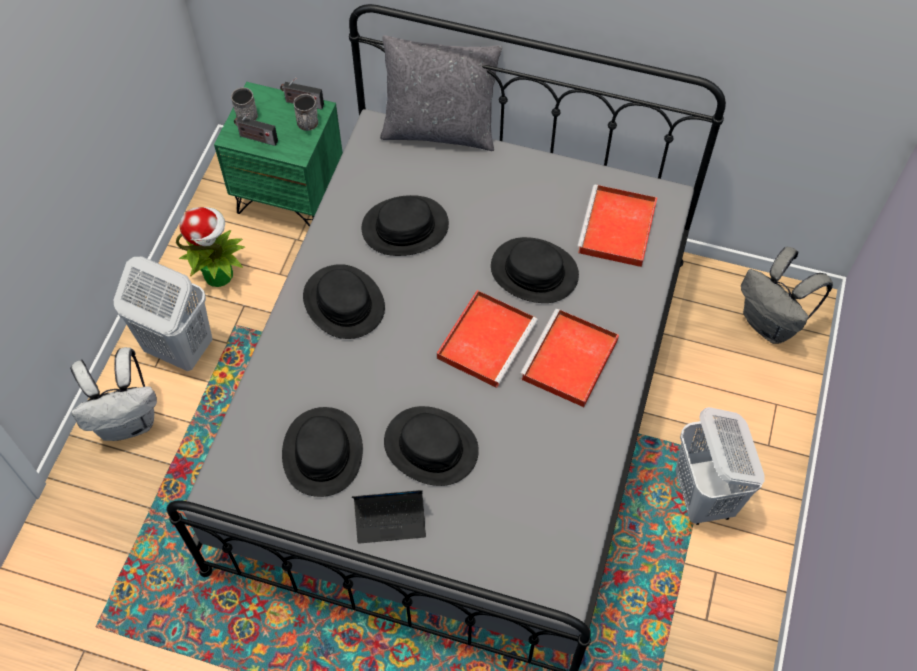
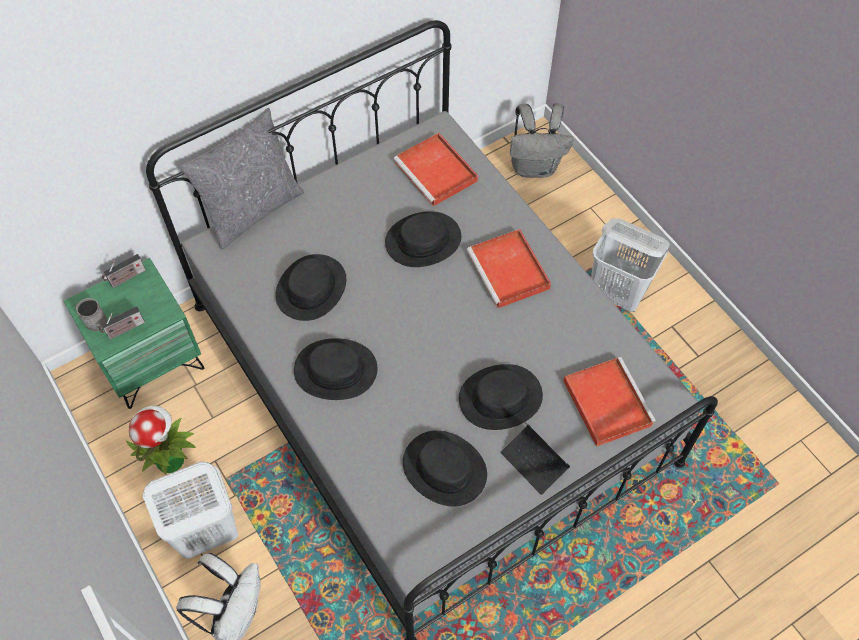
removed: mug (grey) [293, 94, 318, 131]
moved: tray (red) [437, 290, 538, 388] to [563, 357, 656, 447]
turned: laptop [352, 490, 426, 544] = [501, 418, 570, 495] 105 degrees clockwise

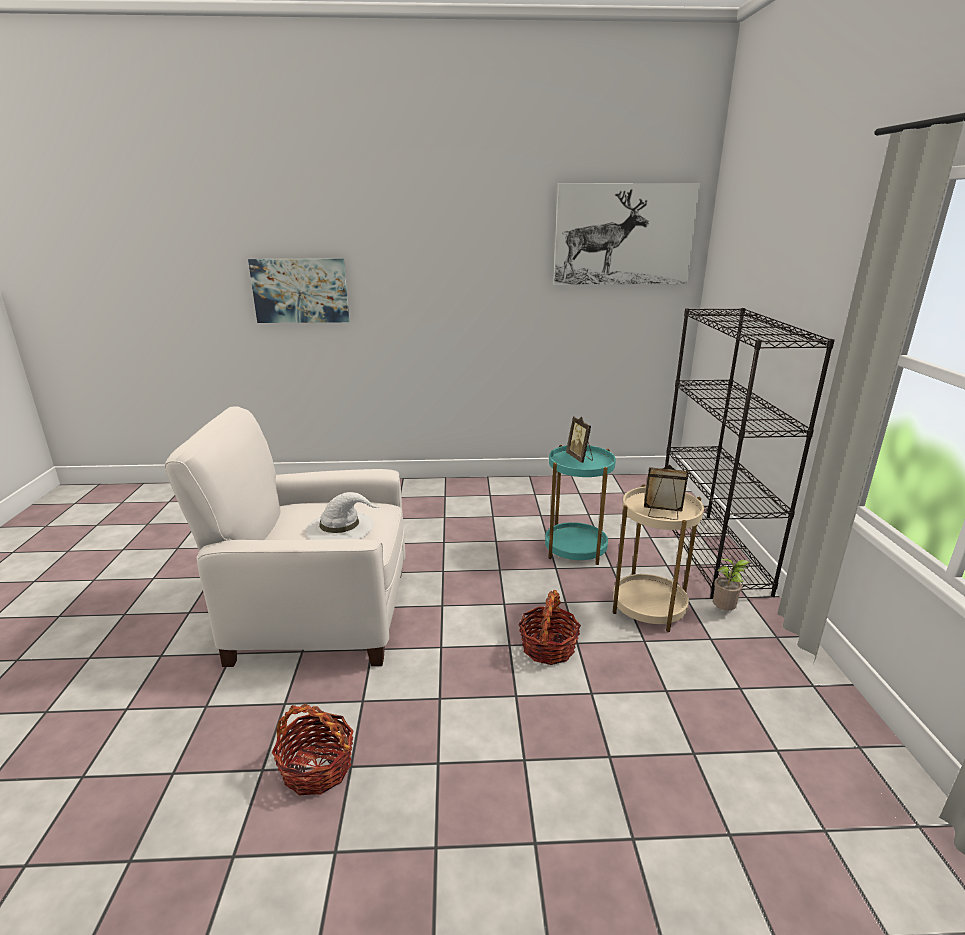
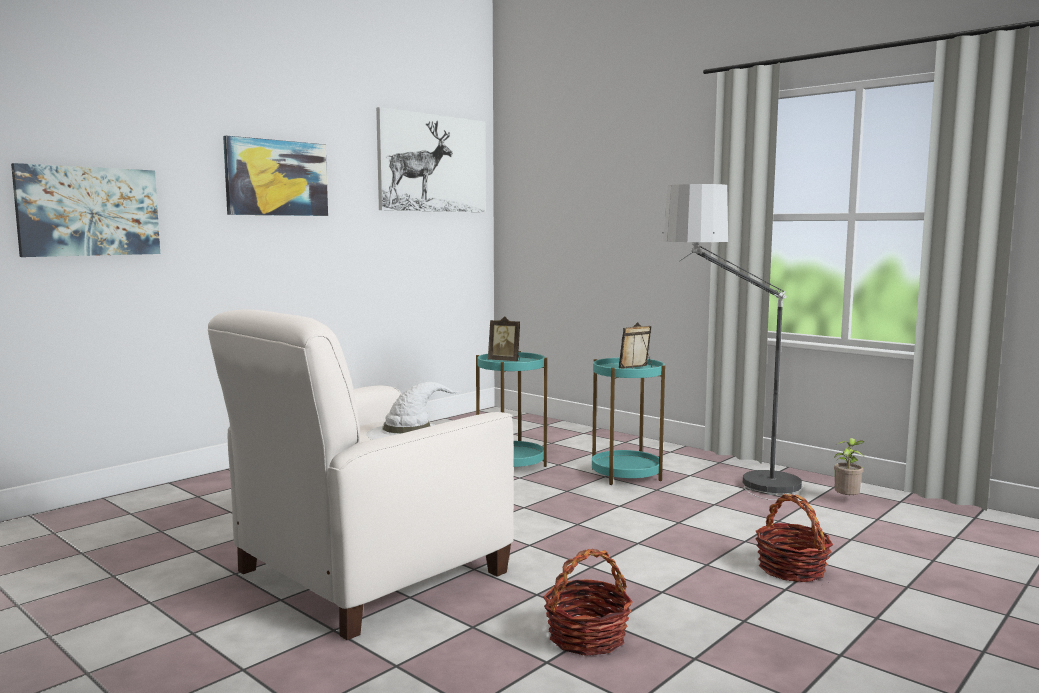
removed: bookcase (black) [665, 308, 835, 599]
added: picture [223, 136, 328, 216]; floor lamp [662, 184, 804, 500]
moved: basket [518, 590, 581, 665] to [756, 494, 833, 582]; potted plant [713, 559, 750, 610] to [834, 438, 865, 496]
recoloured: side table (beige) [612, 484, 704, 632] to side table (turquoise) [592, 358, 665, 485]

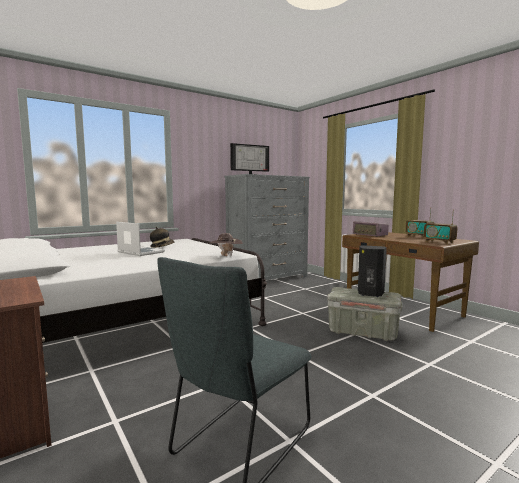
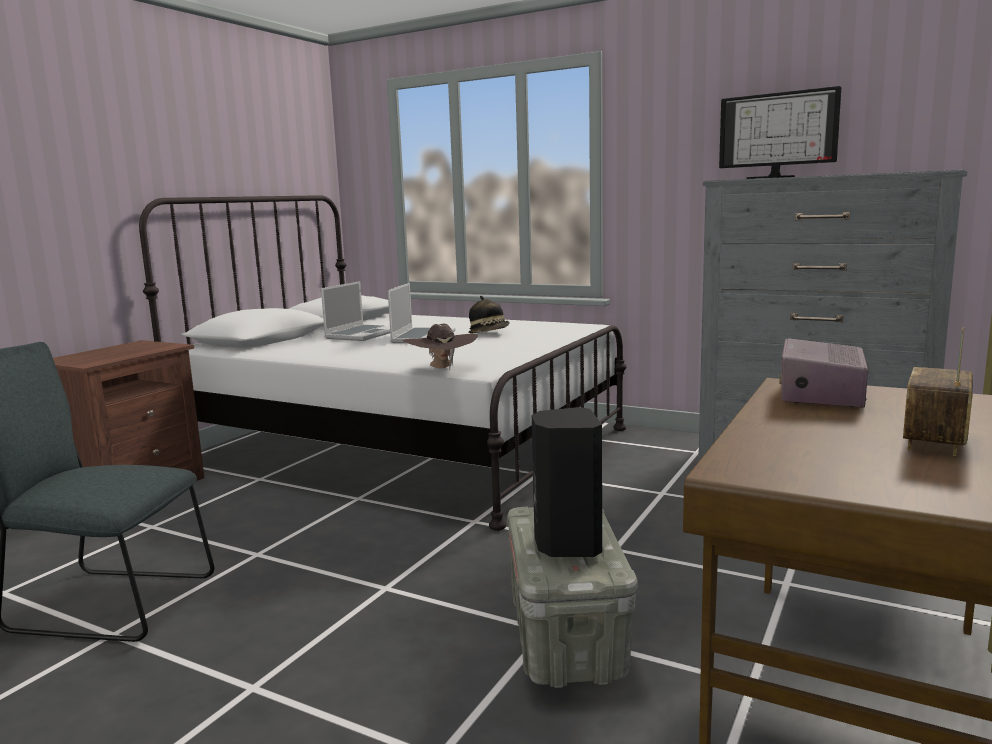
removed: radio [424, 209, 458, 244]
added: laptop [321, 281, 390, 341]

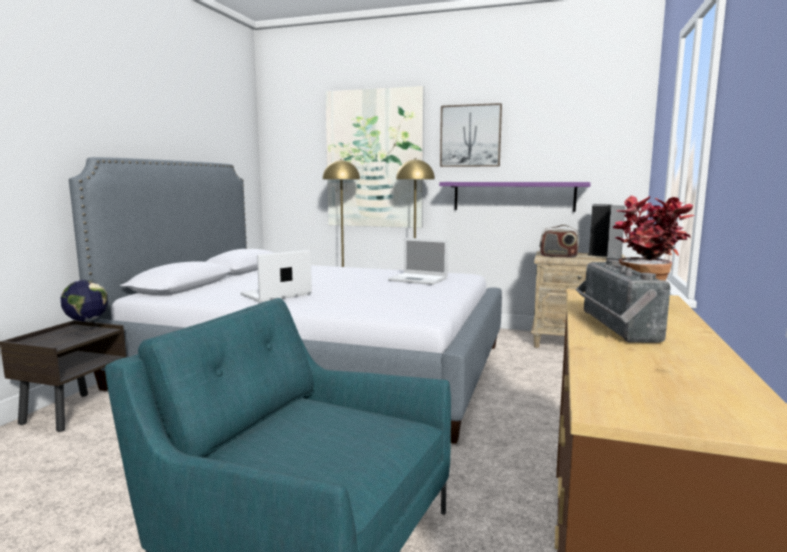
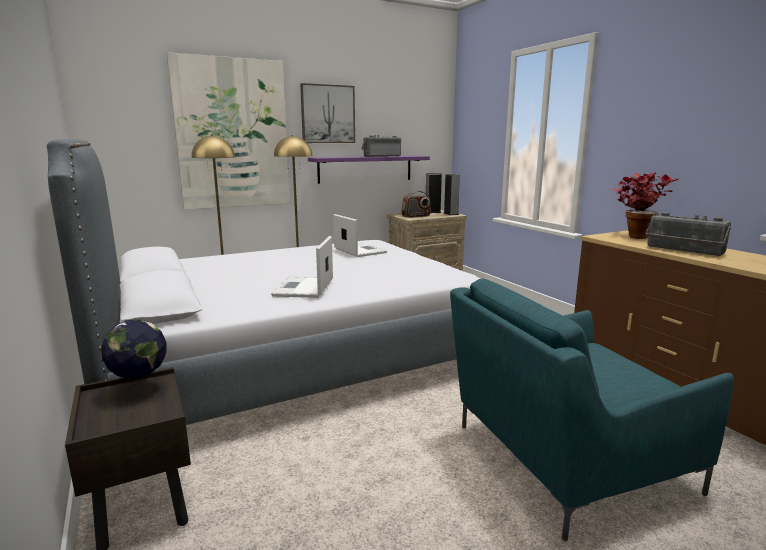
added: radio [361, 135, 401, 157]
turned: laptop [388, 238, 448, 285] = [333, 214, 387, 257] 105 degrees counterclockwise

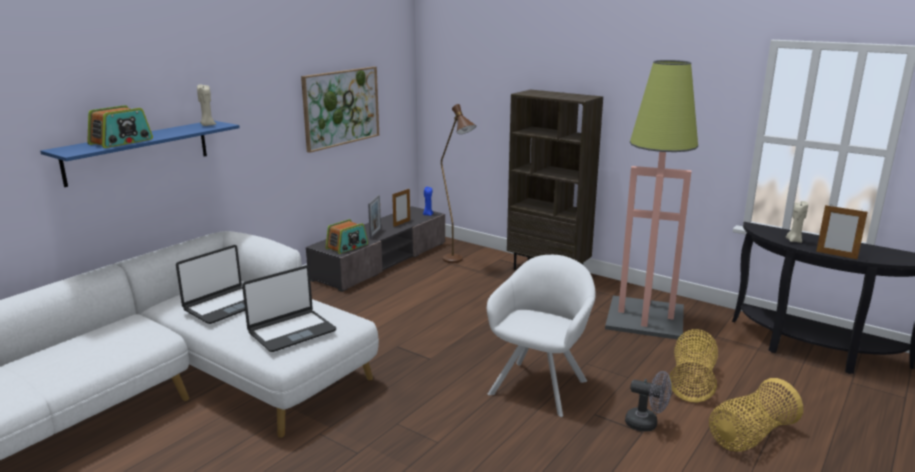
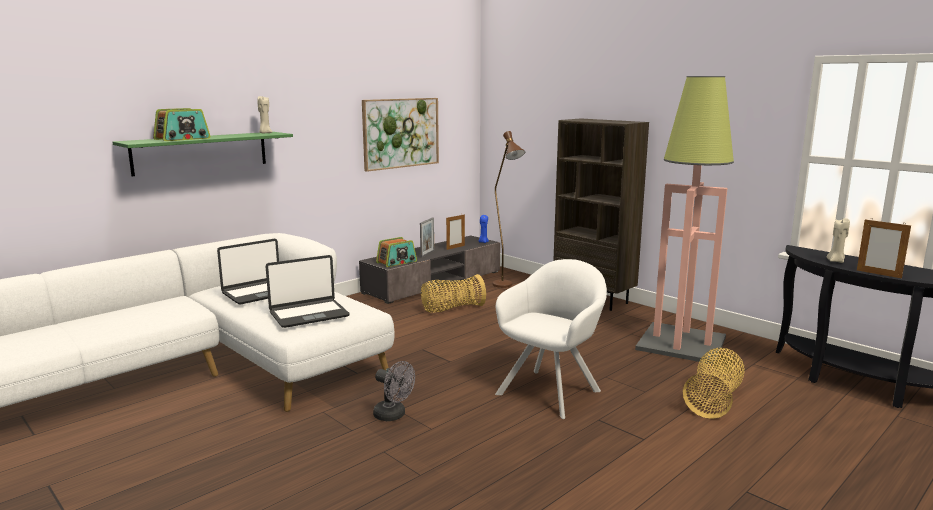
moved: fan (grey) [625, 371, 672, 432] to [373, 361, 415, 421]; basket [709, 378, 803, 452] to [421, 274, 486, 313]
recoloured: shelf (blue) [40, 121, 240, 187] to shelf (green) [113, 132, 293, 176]

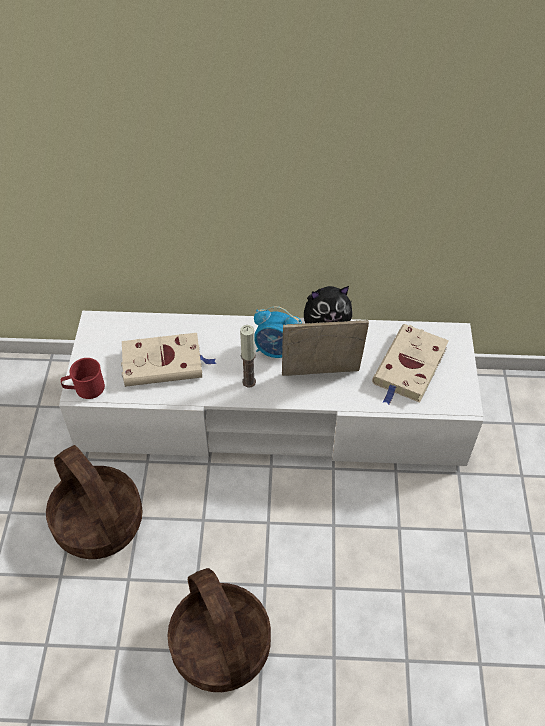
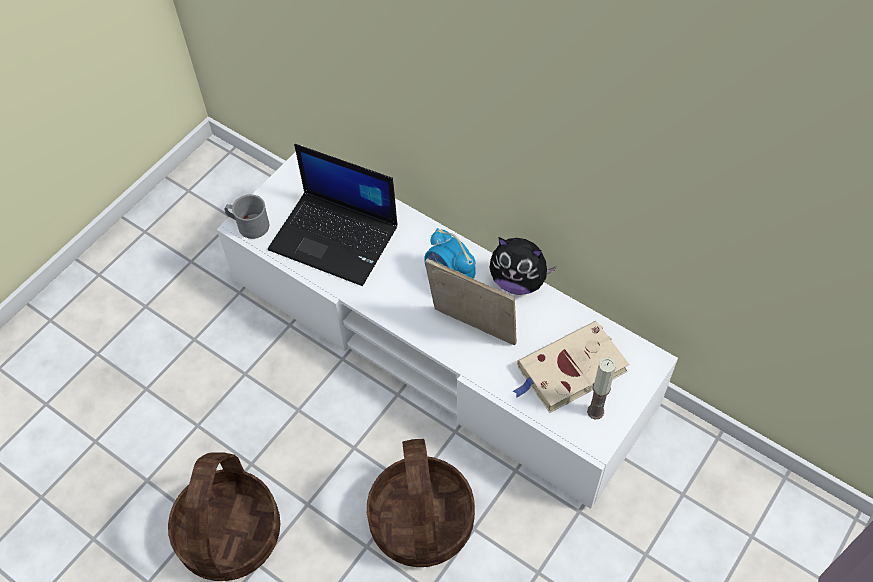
moved: basket [46, 445, 143, 559] to [367, 439, 475, 567]; candle [240, 325, 256, 388] to [587, 357, 616, 420]
replaced: book (beige) [121, 333, 217, 387] to laptop [268, 144, 398, 286]
recoloured: mug (red) [61, 358, 105, 399] to mug (grey) [224, 194, 269, 239]

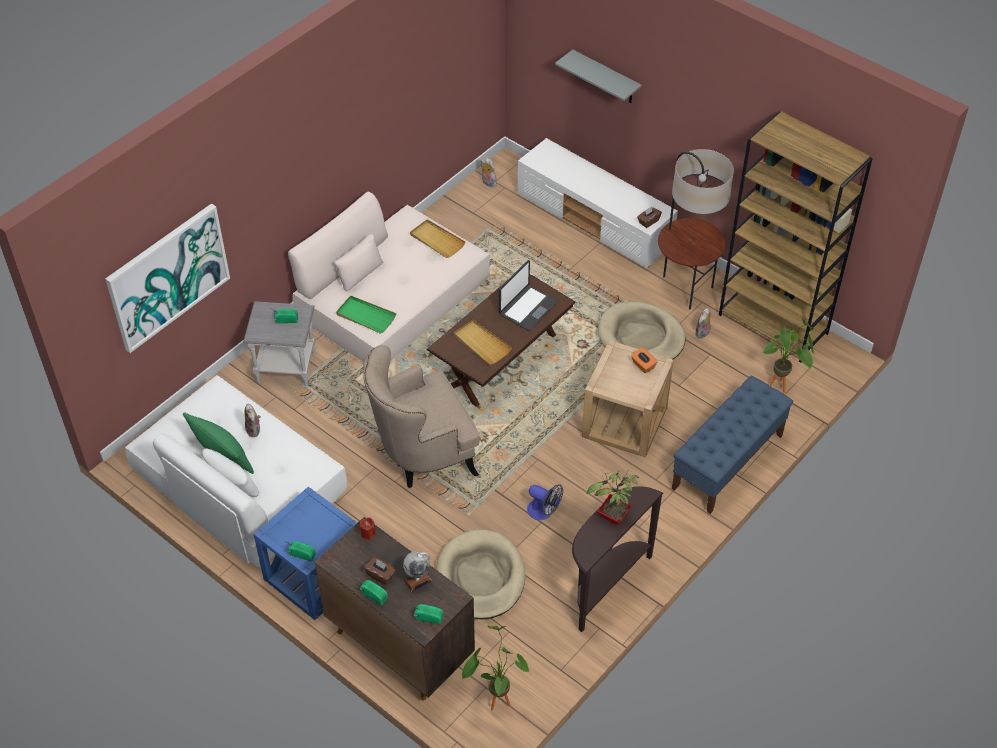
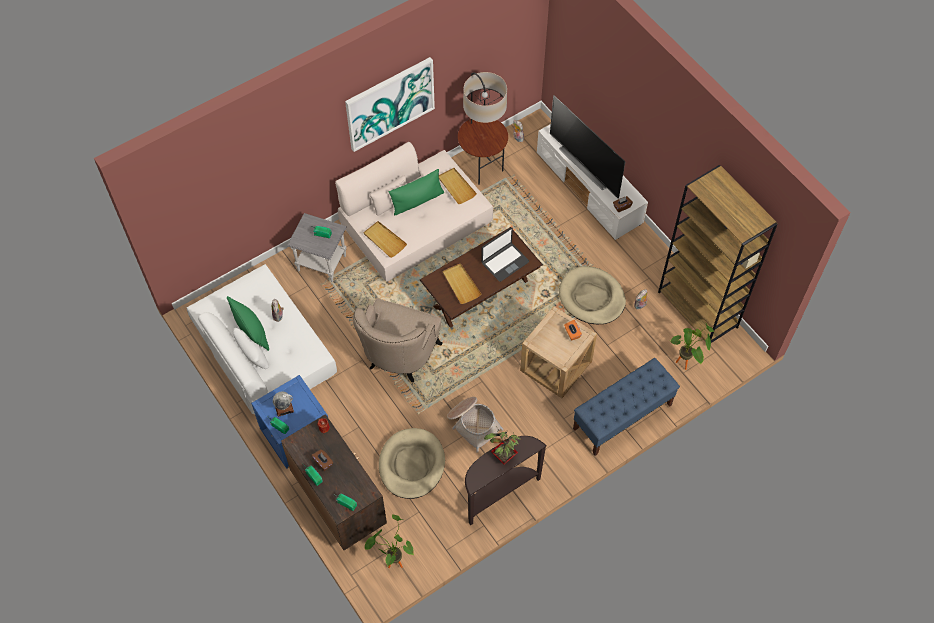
removed: shelf (grey) [555, 50, 642, 103]
added: pillow (green) [389, 169, 444, 215]; television [550, 95, 625, 199]
moved: picture [105, 203, 230, 353] to [345, 57, 435, 152]; globe [403, 551, 432, 592] to [273, 391, 294, 417]; floor lamp [658, 149, 734, 310] to [458, 72, 508, 185]
replaced: fan [527, 484, 563, 520] to basket [447, 397, 504, 453]
recoloured: tray (green) [336, 296, 397, 334] to tray (beige) [363, 221, 407, 258]
turned: armchair (beige) [363, 345, 480, 488] = [353, 298, 442, 382] 60 degrees counterclockwise

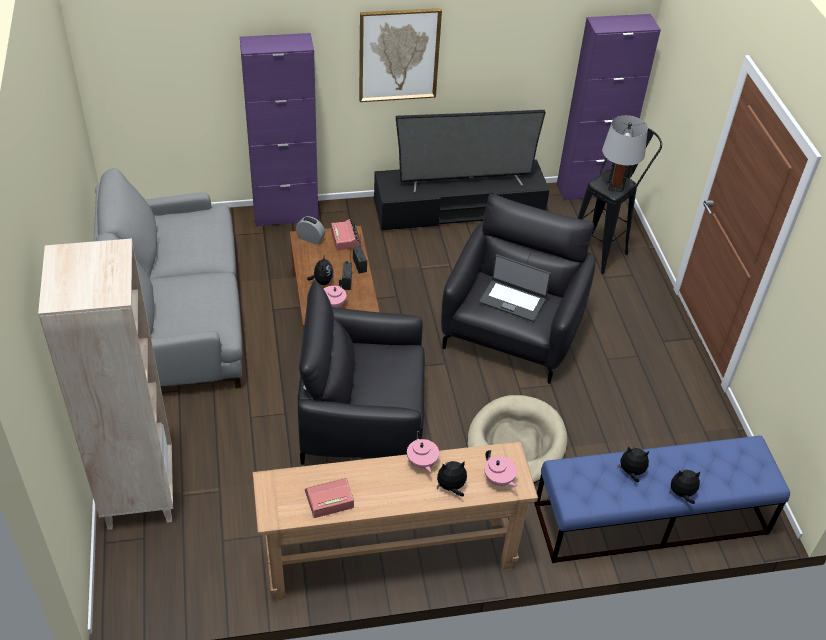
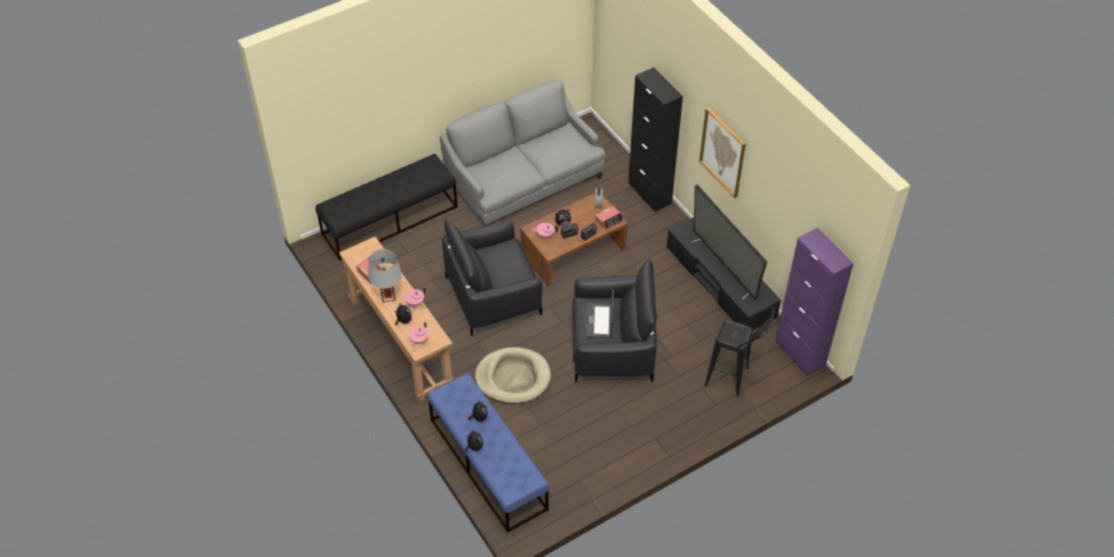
moved: table lamp (grey) [602, 115, 648, 192] to [369, 249, 402, 302]
replaced: bookcase (beige) [38, 239, 173, 530] to bench (black) [316, 154, 458, 261]
recoloured: cabinet (purple) [240, 33, 318, 227] to cabinet (black) [628, 67, 683, 212]
turned: armchair (black) [298, 280, 425, 465] = [442, 220, 542, 336] 90 degrees counterclockwise

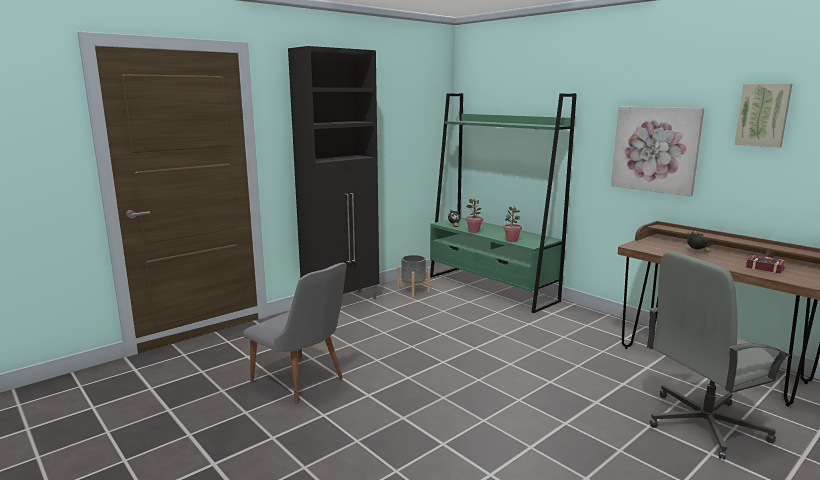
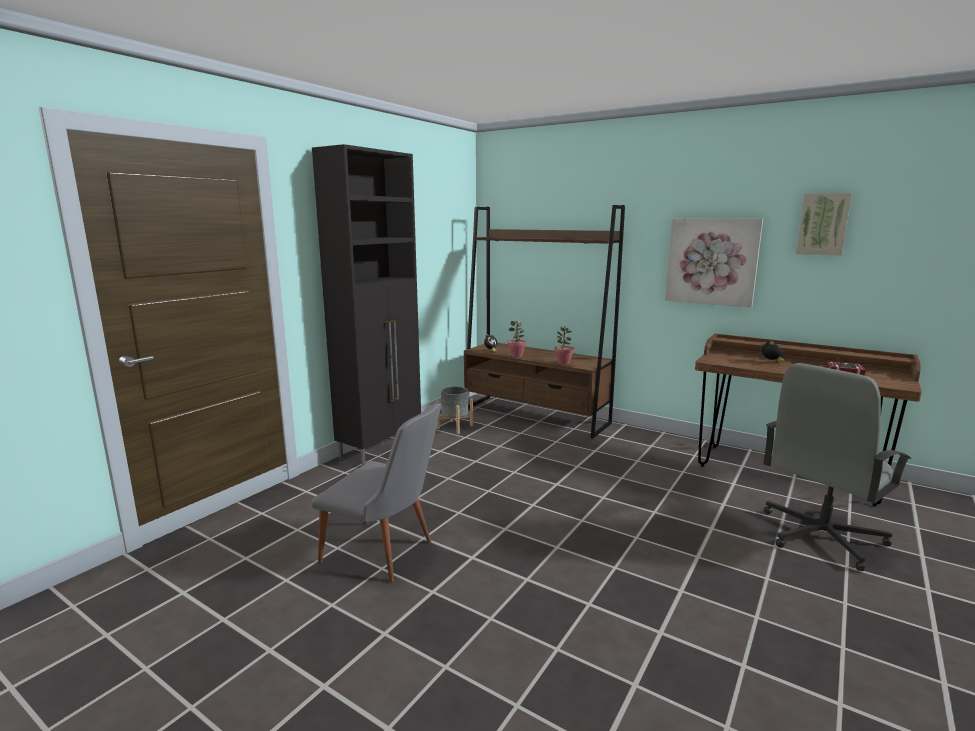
recoloured: bookcase (green) [430, 93, 577, 313] to bookcase (brown) [464, 205, 625, 439]

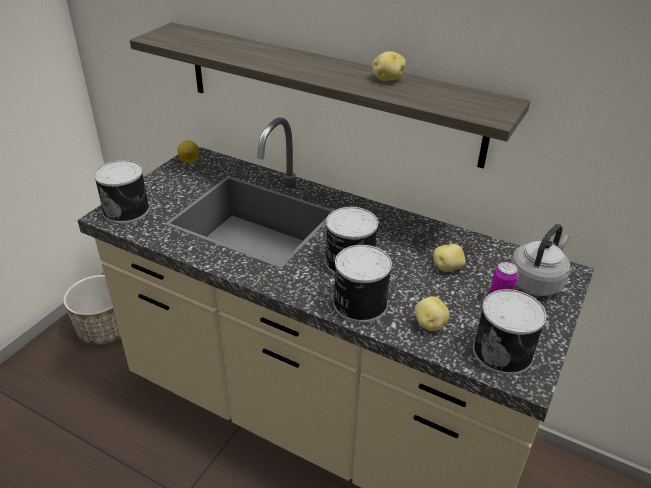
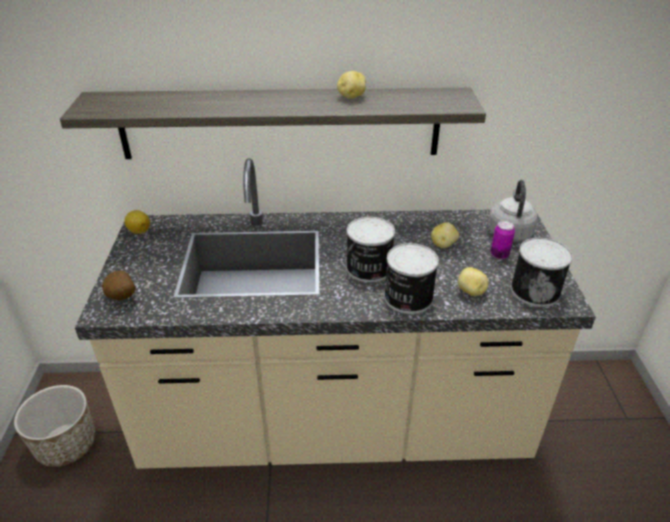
replaced: can [94, 160, 150, 224] to potato [102, 271, 136, 300]

